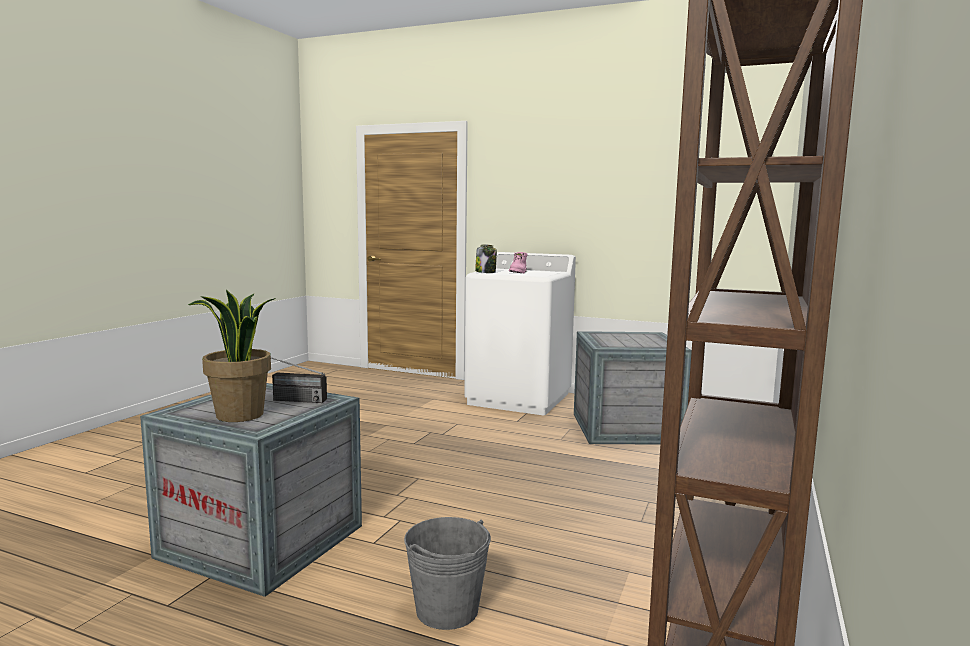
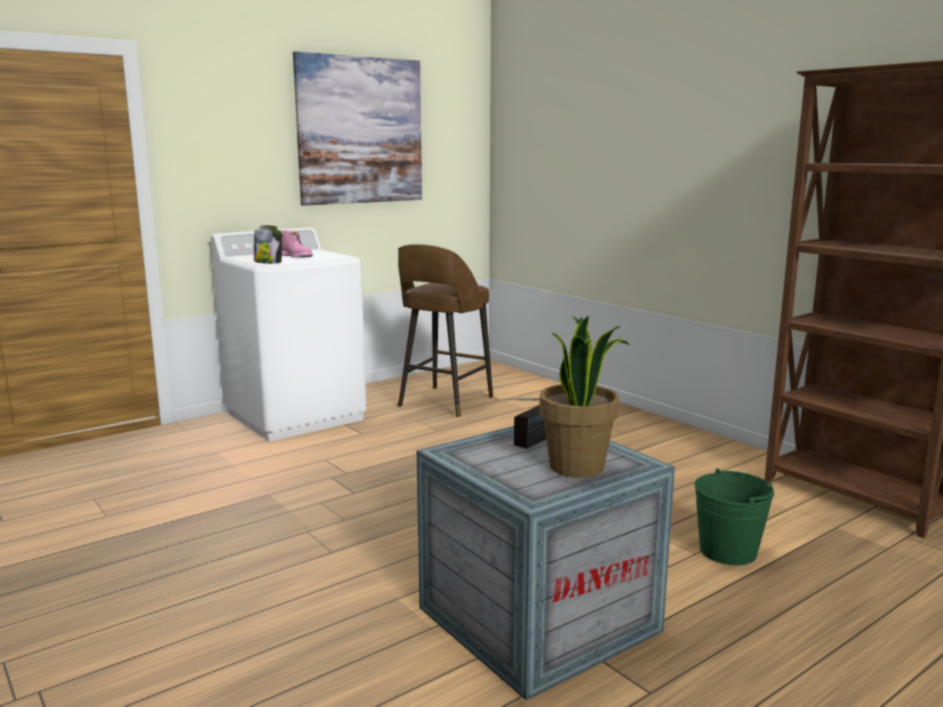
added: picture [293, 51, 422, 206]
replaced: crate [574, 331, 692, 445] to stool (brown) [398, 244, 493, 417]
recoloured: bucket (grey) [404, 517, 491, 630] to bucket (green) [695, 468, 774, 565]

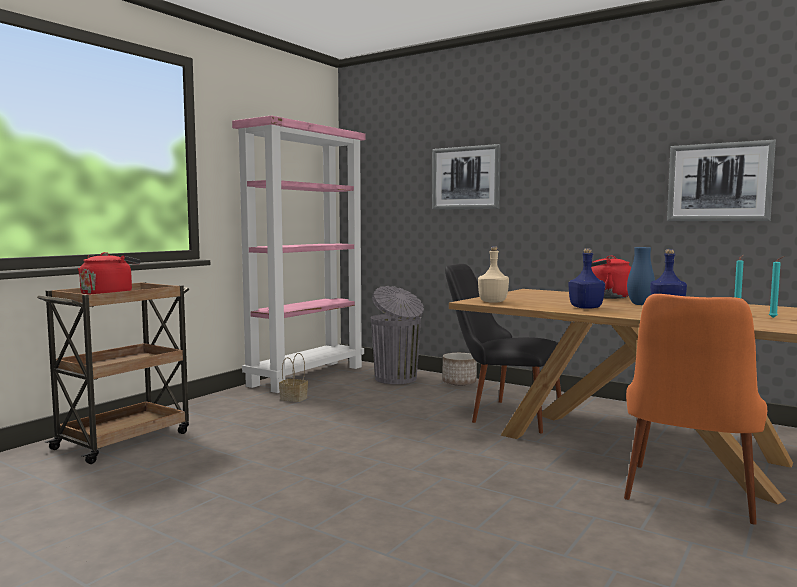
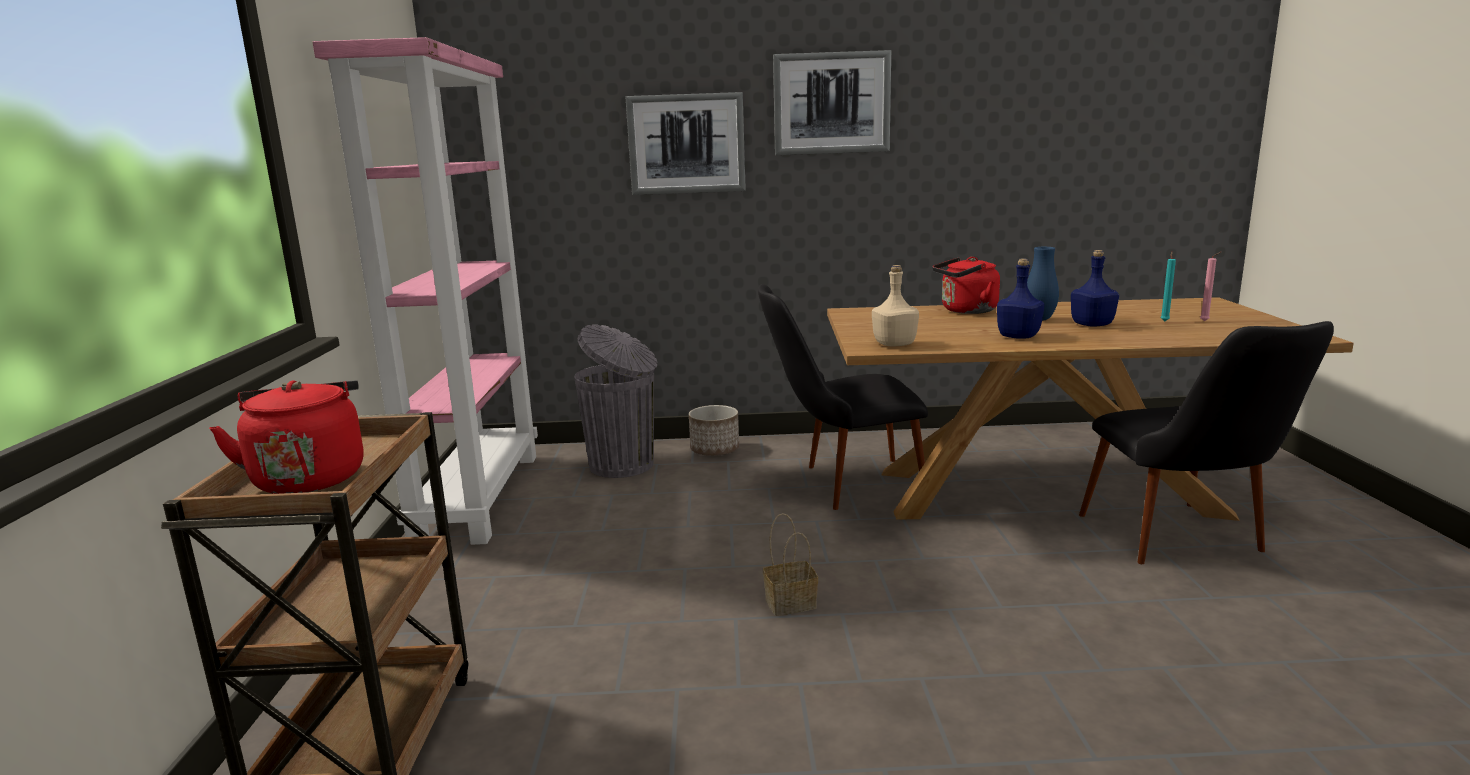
moved: basket [279, 353, 308, 402] to [763, 513, 818, 616]; picture [667, 140, 776, 221] to [773, 50, 891, 155]
recoloured: chair (orange) [624, 294, 767, 525] to chair (black) [1079, 321, 1334, 564]; candle (turquoise) [769, 256, 784, 318] to candle (pink) [1200, 252, 1221, 321]

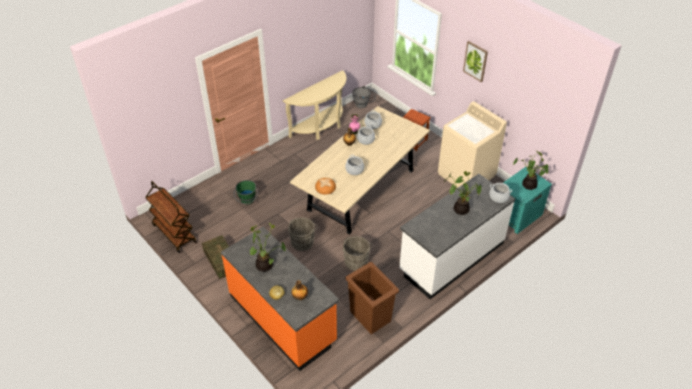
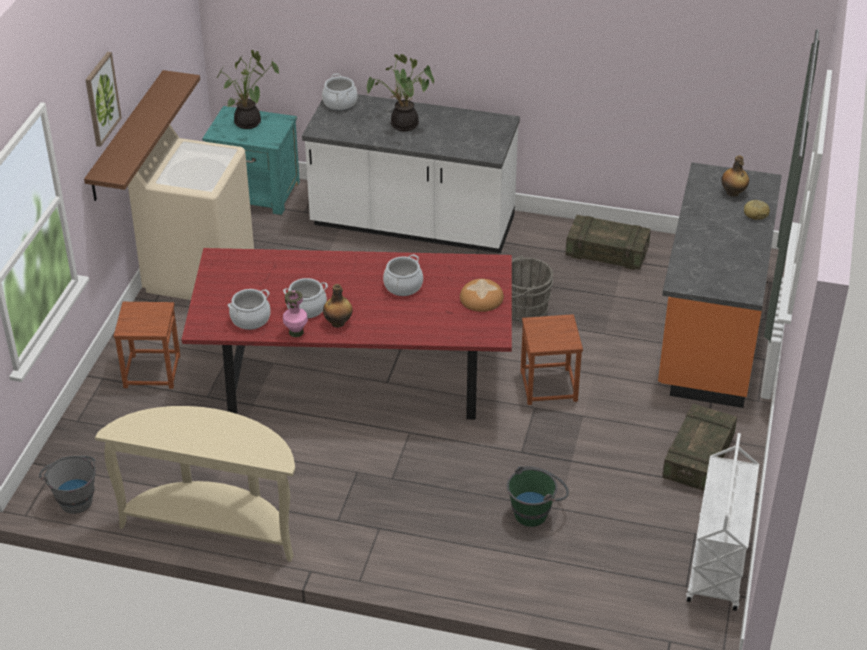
removed: potted plant [250, 223, 286, 272]
added: shelf (brown) [84, 70, 200, 201]
replaced: bucket (grey) [288, 217, 318, 251] to stool (brown) [521, 314, 583, 405]; trash can (brown) [346, 262, 399, 334] to crate [565, 215, 651, 270]
recoloured: cart (brown) [145, 181, 197, 253] to cart (white) [686, 433, 759, 611]; dining table (beige) [290, 106, 430, 235] to dining table (red) [182, 248, 512, 420]

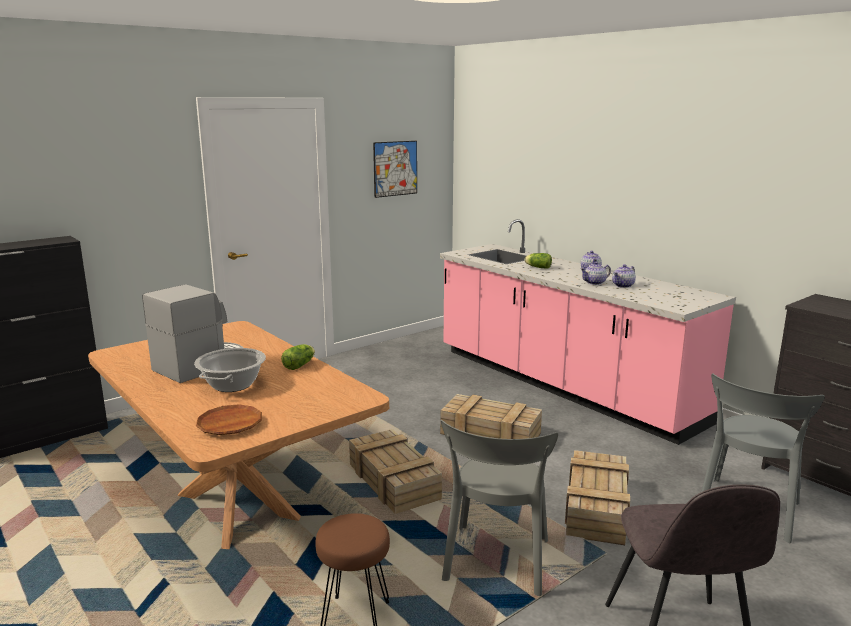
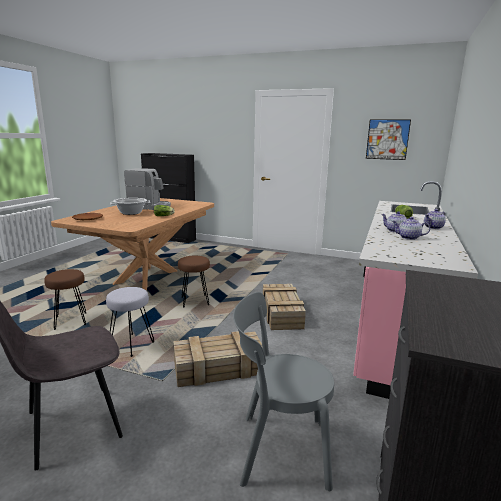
replaced: crate [349, 429, 442, 514] to stool (brown) [178, 256, 210, 307]; chair (grey) [441, 420, 558, 596] to stool (grey) [106, 287, 154, 357]

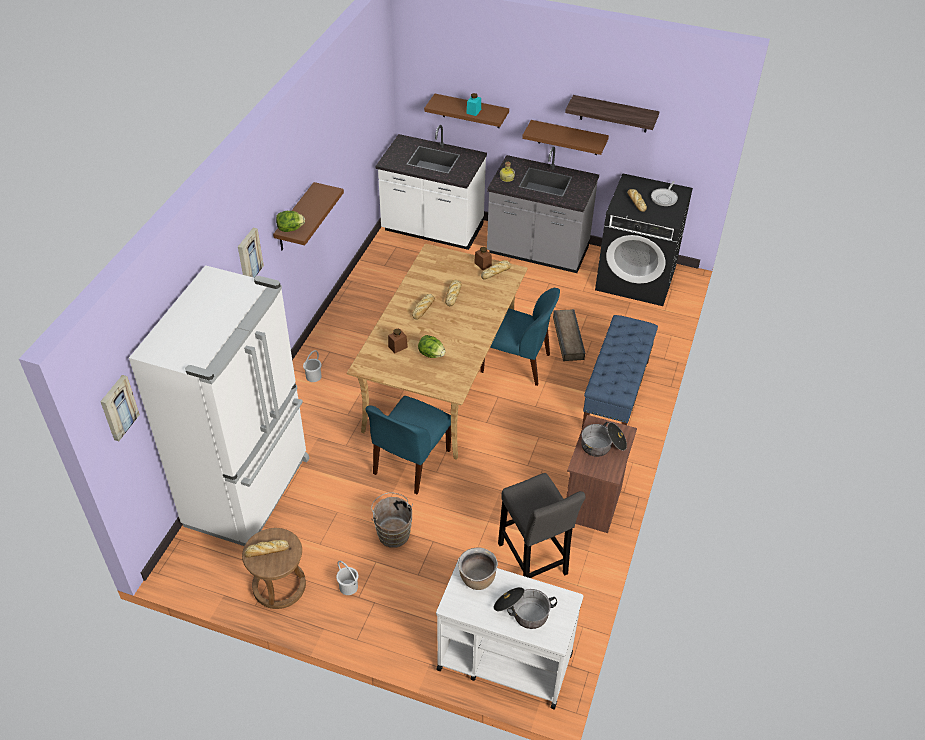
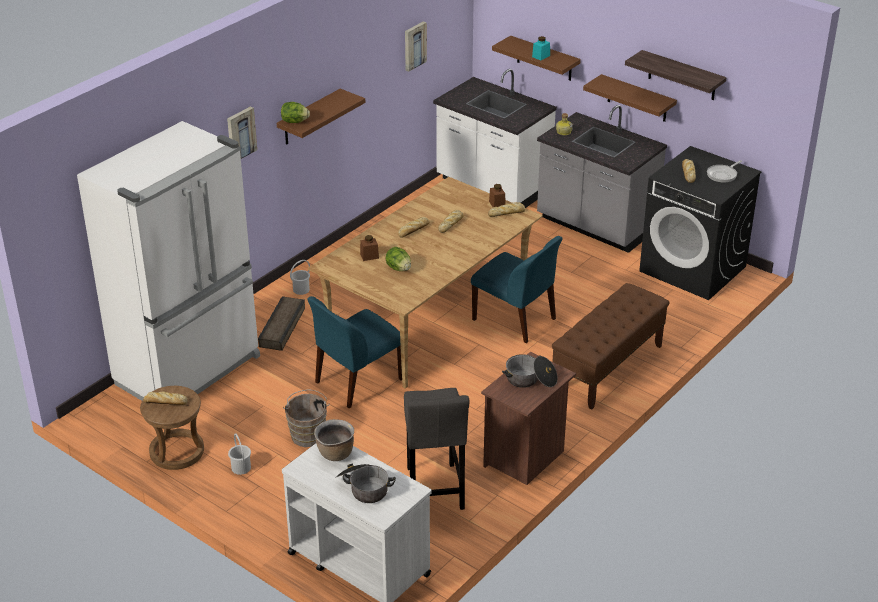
moved: picture [100, 375, 140, 441] to [405, 21, 427, 72]; crate [553, 309, 585, 361] to [258, 296, 305, 351]
recoloured: bench (blue) [582, 315, 658, 428] to bench (brown) [552, 283, 669, 409]

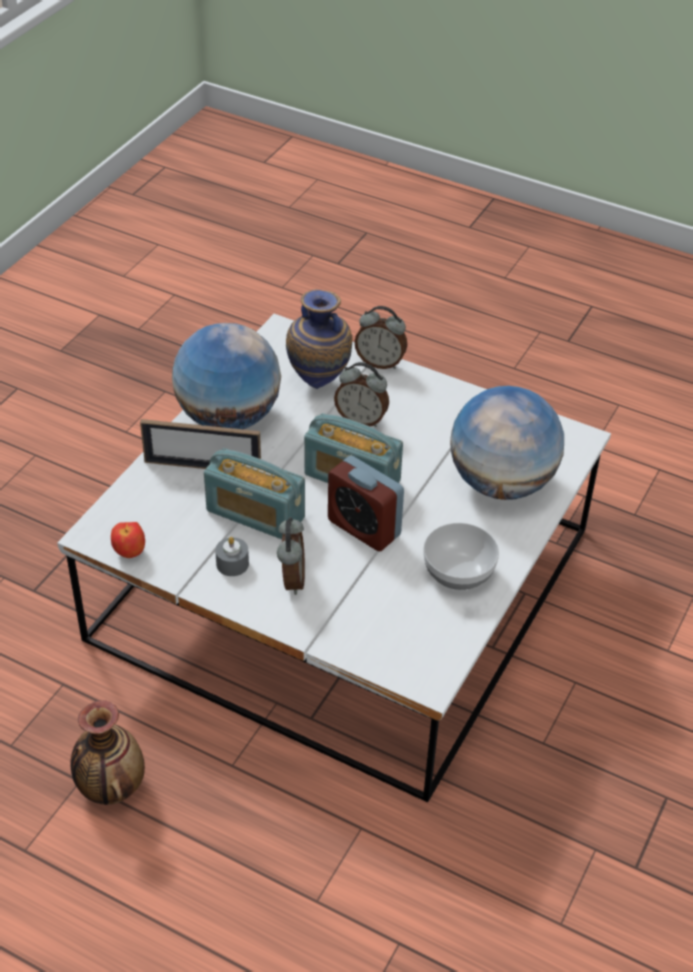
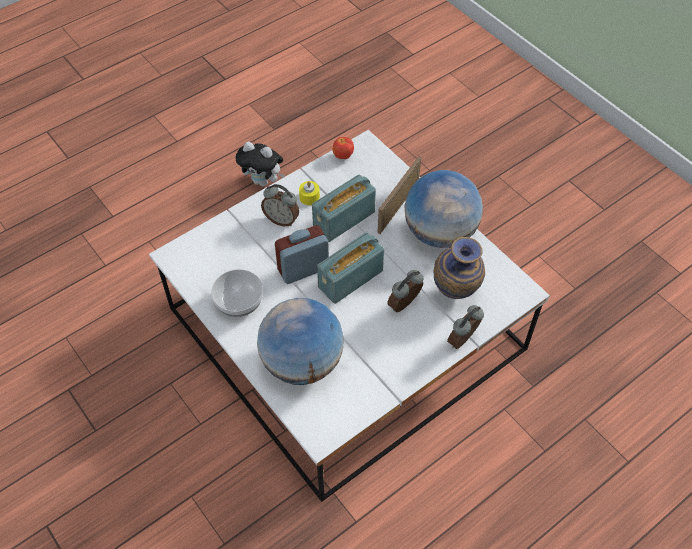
replaced: vase [70, 700, 145, 805] to plush toy [235, 142, 285, 187]
recoloured: candle (grey) [215, 537, 249, 576] to candle (yellow) [299, 181, 320, 205]

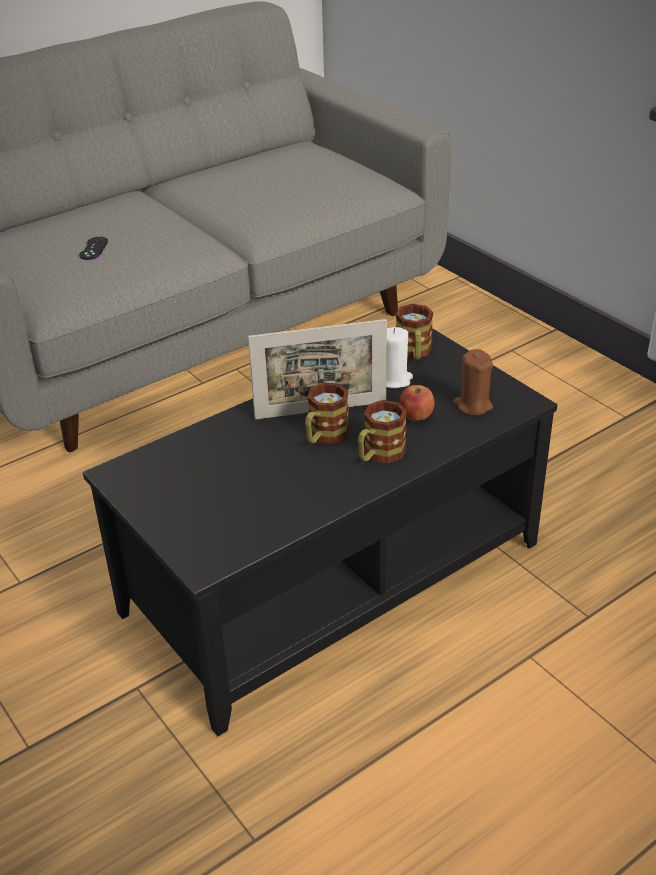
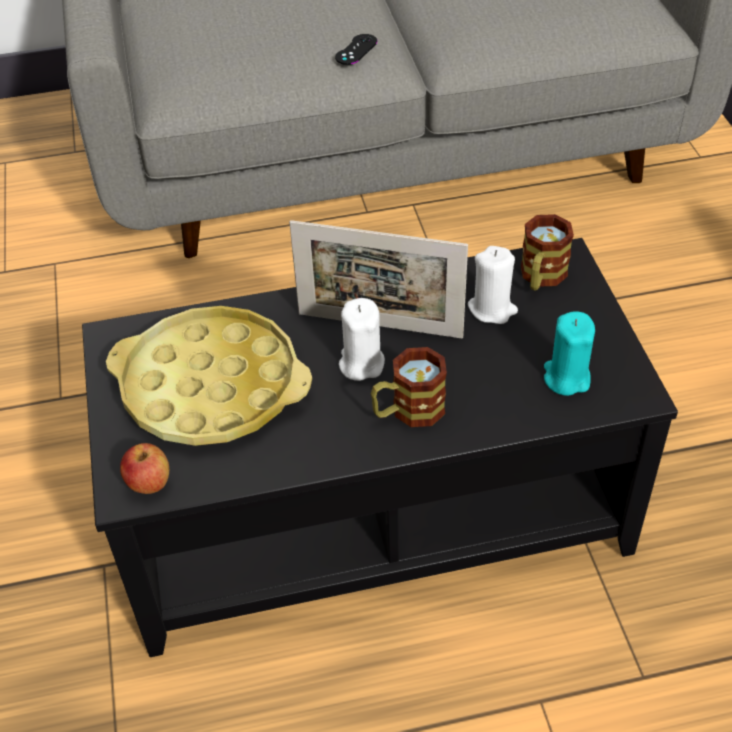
added: tray (yellow) [106, 306, 312, 446]
moved: game controller (black) [79, 237, 108, 260] to [335, 34, 377, 65]; apple [399, 385, 434, 421] to [120, 443, 169, 494]
replaced: mug [305, 383, 349, 444] to candle (white) [339, 298, 385, 381]
recoloured: candle (brown) [453, 349, 493, 416] to candle (turquoise) [544, 311, 595, 396]

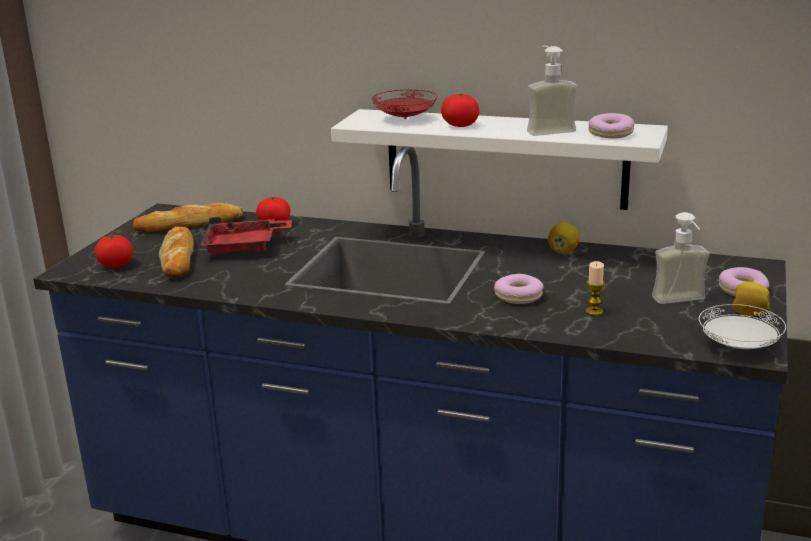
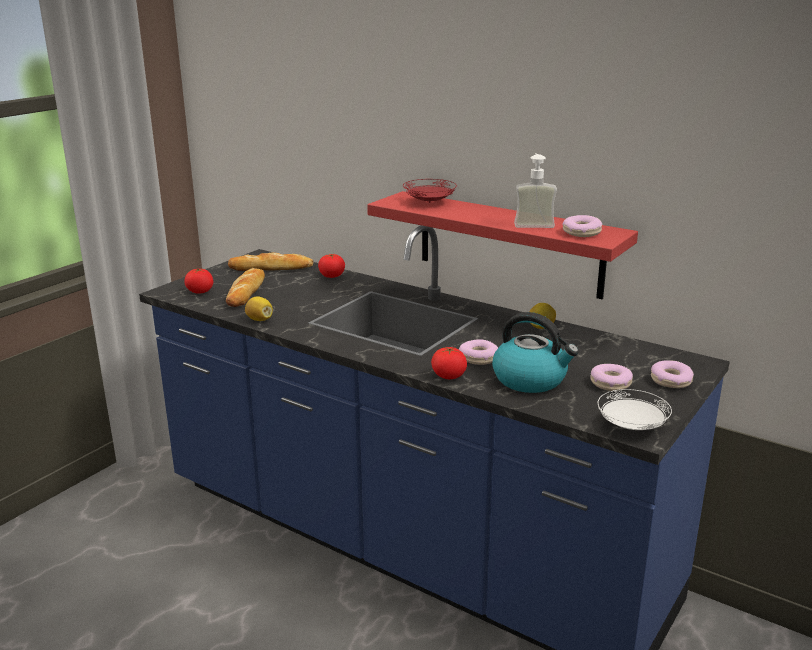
removed: tray (red) [200, 217, 292, 253]
moved: tomato [441, 94, 480, 127] to [431, 347, 467, 379]; lemon [732, 282, 770, 316] to [245, 296, 273, 321]
replaced: candle [586, 261, 605, 316] to kettle [492, 312, 579, 393]; soap dispenser [652, 212, 709, 304] to donut [590, 364, 633, 391]
recoloured: shelf (white) [331, 109, 668, 210] to shelf (red) [367, 191, 638, 299]

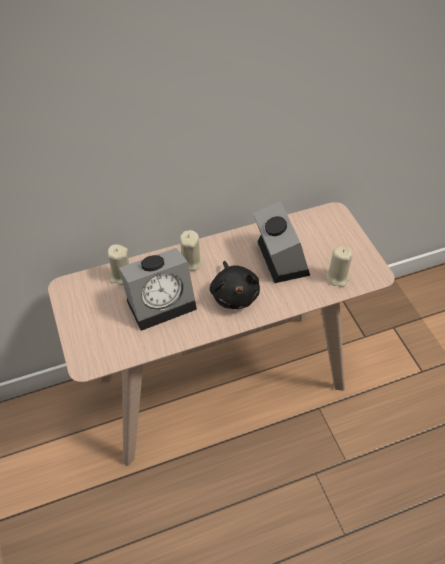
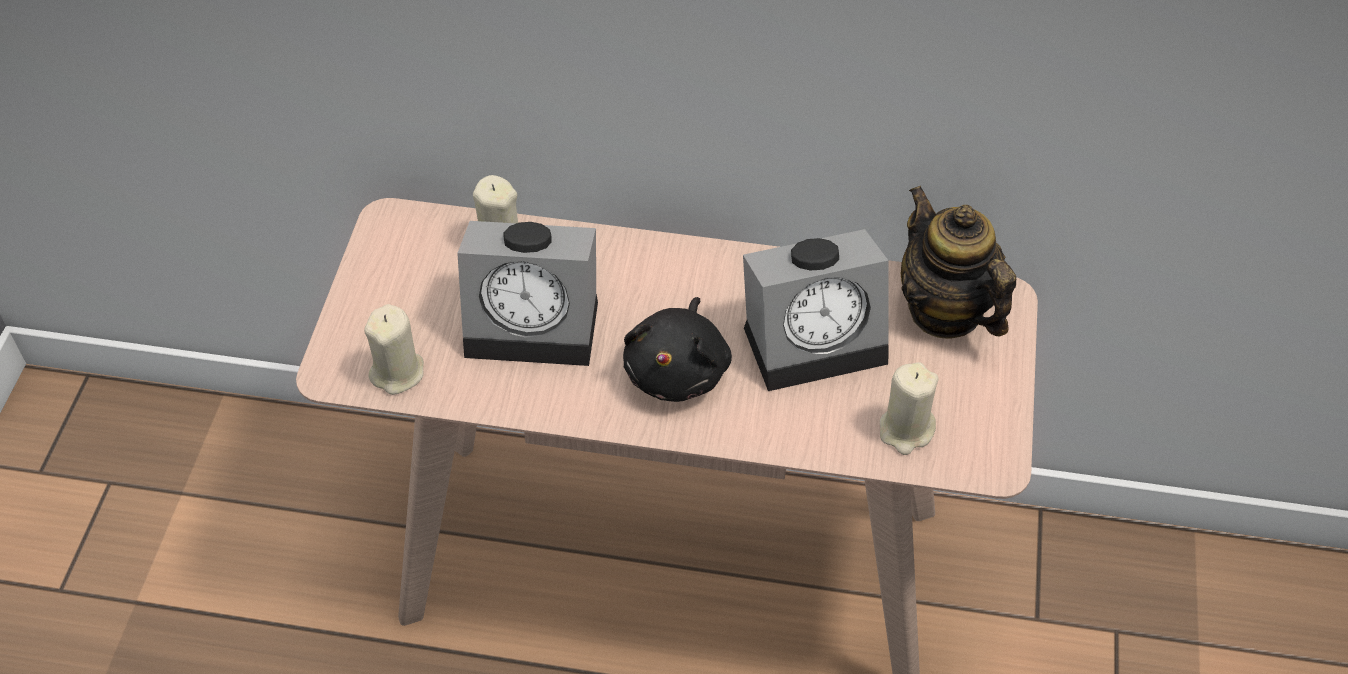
added: teapot [901, 186, 1016, 339]
moved: candle (beige) [180, 230, 202, 271] to [364, 304, 424, 395]
turned: alarm clock [253, 201, 310, 283] = [743, 229, 889, 391] 60 degrees clockwise

